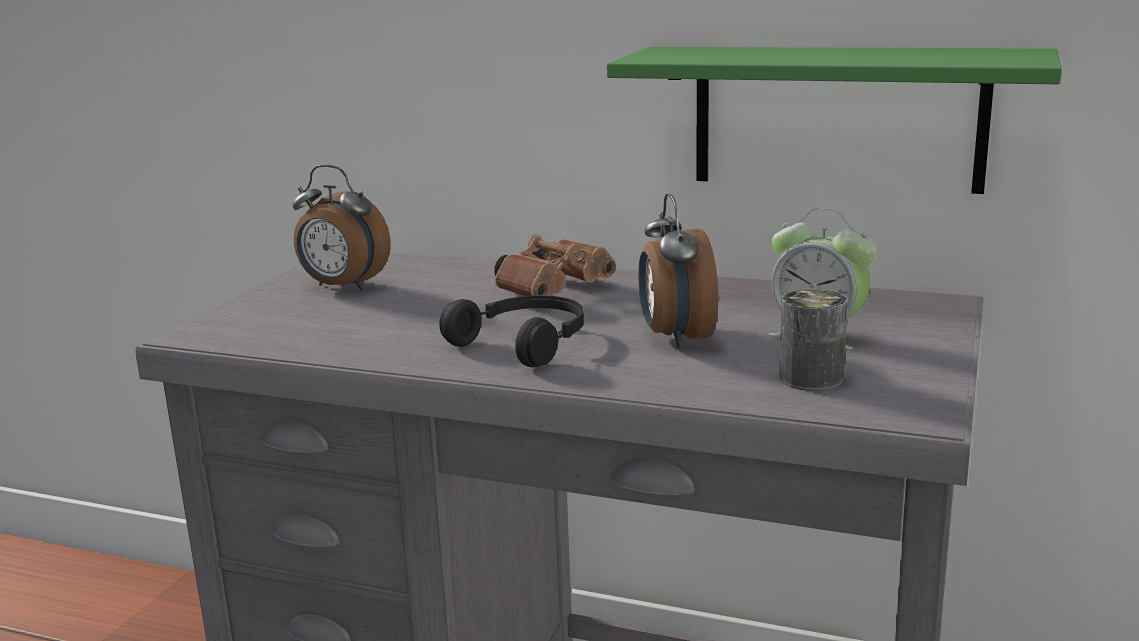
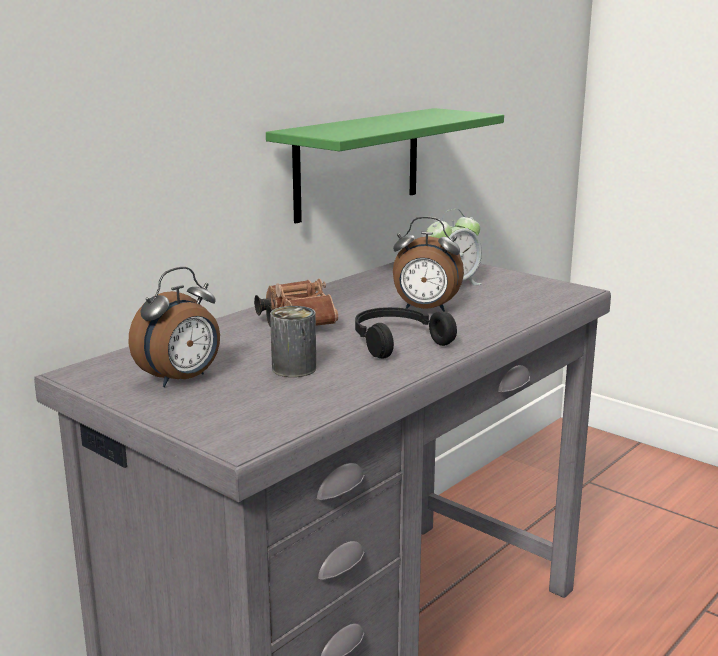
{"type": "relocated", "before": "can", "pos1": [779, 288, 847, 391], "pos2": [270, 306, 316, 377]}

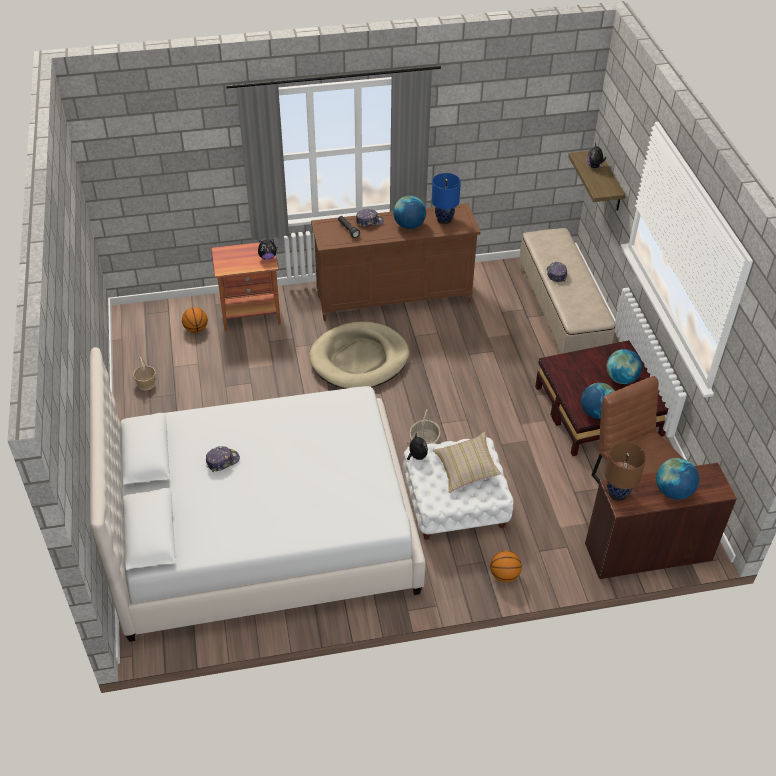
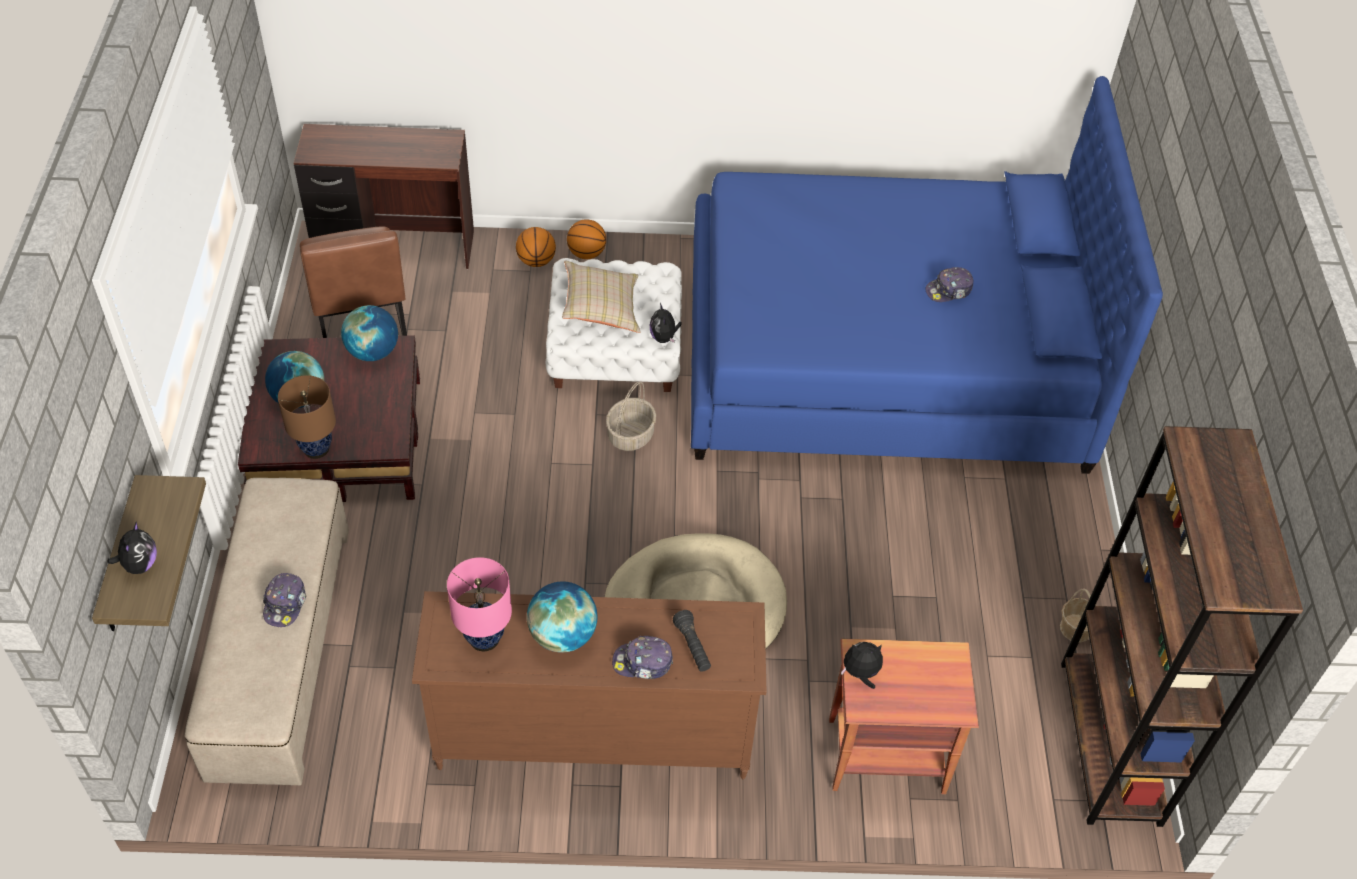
{"type": "colour", "before": "table lamp (blue)", "after": "table lamp (pink)", "pos1": [432, 173, 461, 224], "pos2": [447, 557, 512, 651]}
{"type": "relocated", "before": "basketball", "pos1": [182, 307, 208, 333], "pos2": [516, 227, 556, 267]}
{"type": "colour", "before": "bed (white)", "after": "bed (blue)", "pos1": [90, 347, 425, 642], "pos2": [691, 76, 1163, 474]}
{"type": "relocated", "before": "table lamp (brown)", "pos1": [605, 442, 646, 501], "pos2": [278, 375, 336, 459]}
{"type": "missing", "before": "globe", "pos1": [656, 458, 699, 500]}
{"type": "appeared", "after": "bookcase (brown)", "pos2": [1061, 426, 1303, 827]}

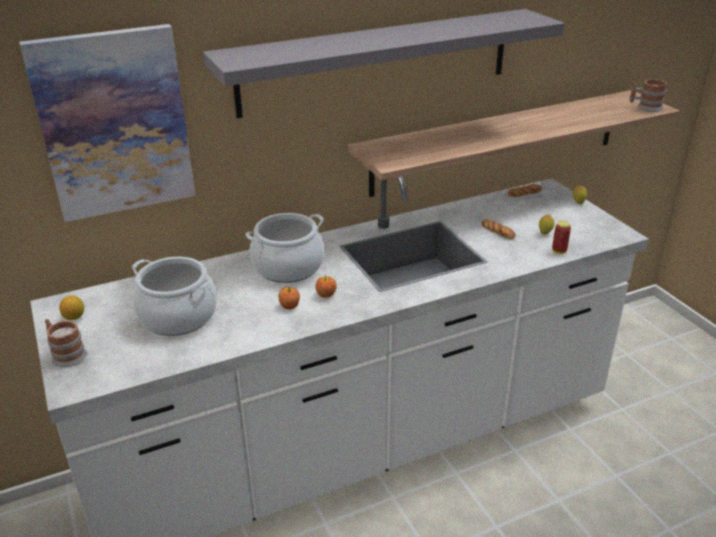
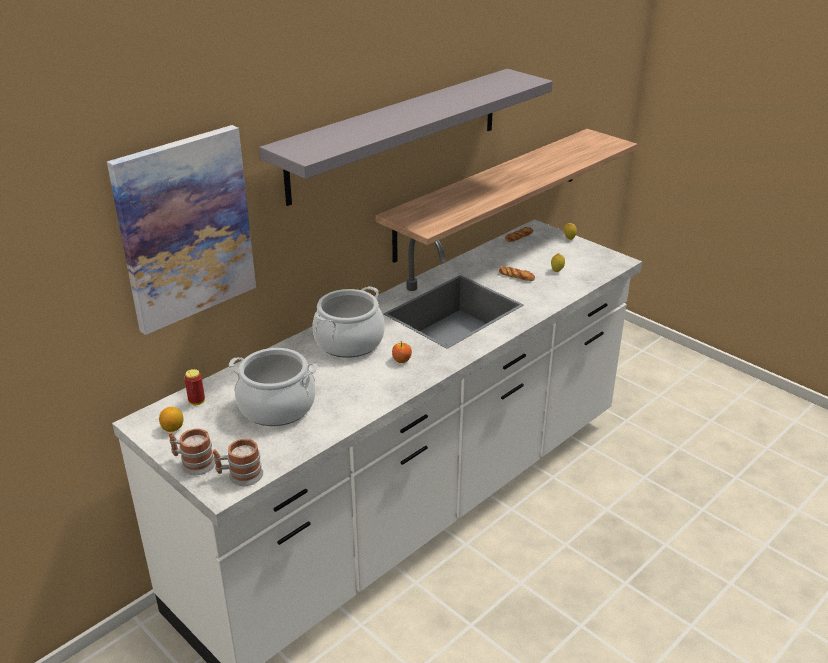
{"type": "relocated", "before": "mug", "pos1": [629, 79, 667, 112], "pos2": [213, 439, 263, 486]}
{"type": "relocated", "before": "can", "pos1": [552, 221, 571, 254], "pos2": [184, 369, 205, 405]}
{"type": "missing", "before": "apple", "pos1": [278, 287, 300, 309]}

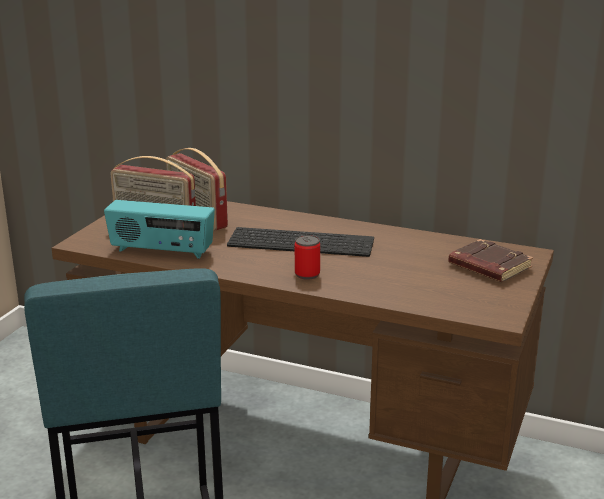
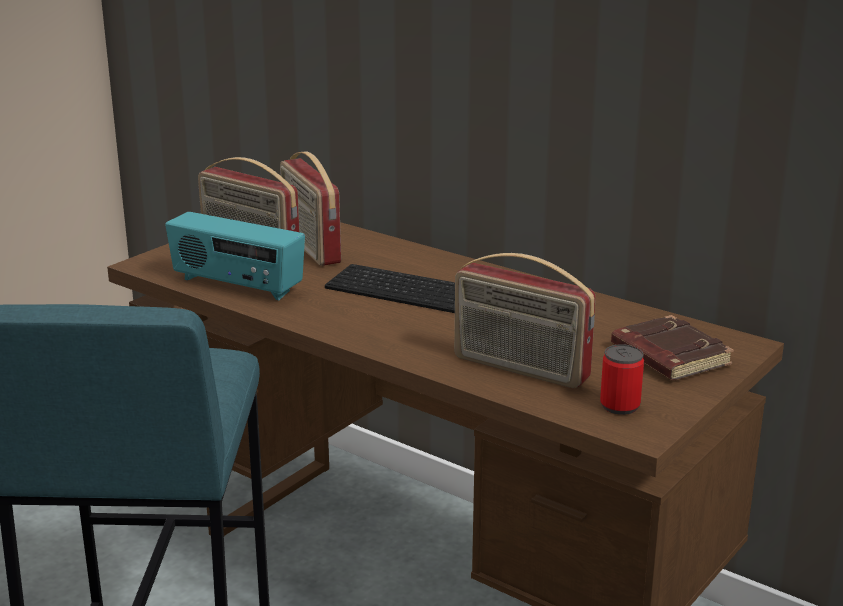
{"type": "relocated", "before": "can", "pos1": [295, 235, 320, 280], "pos2": [600, 344, 644, 415]}
{"type": "appeared", "after": "radio", "pos2": [454, 253, 596, 388]}

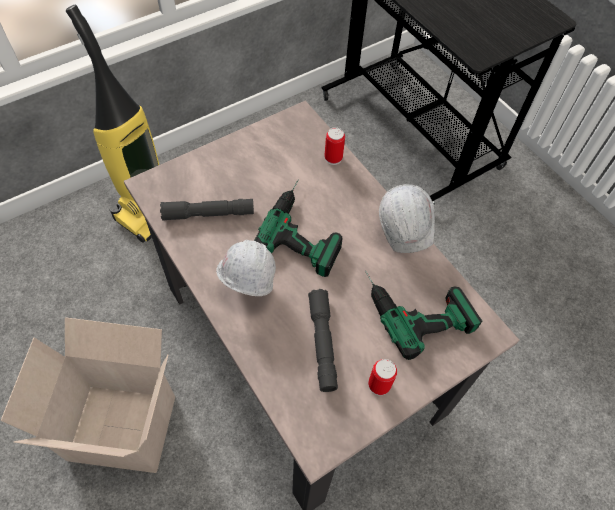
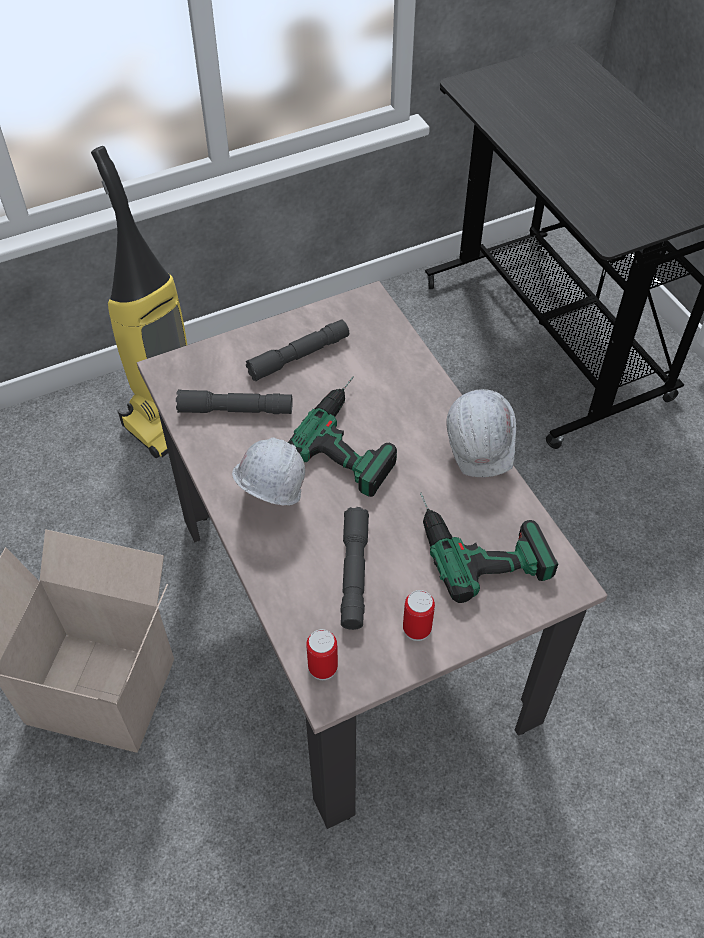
{"type": "relocated", "before": "can", "pos1": [324, 127, 345, 165], "pos2": [306, 629, 338, 680]}
{"type": "appeared", "after": "flashlight (grey)", "pos2": [246, 319, 349, 381]}

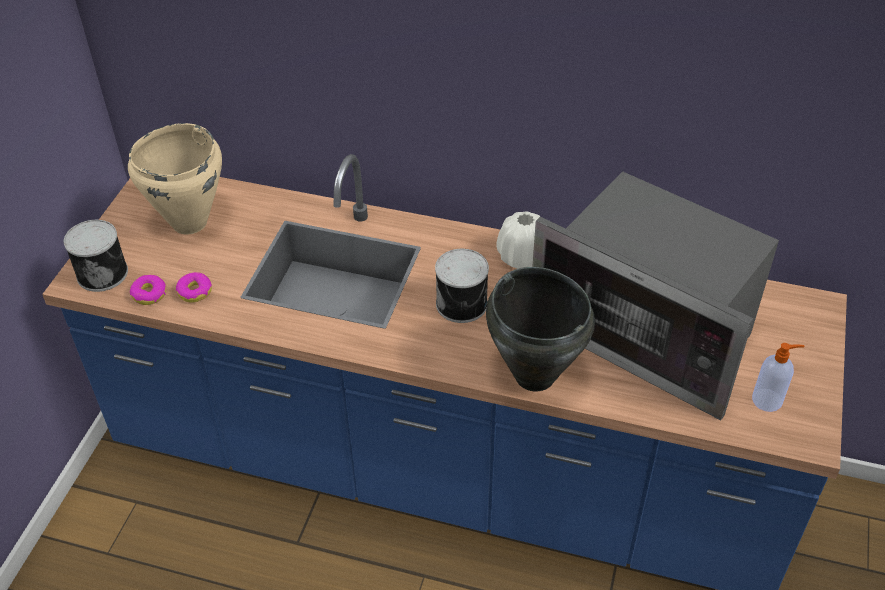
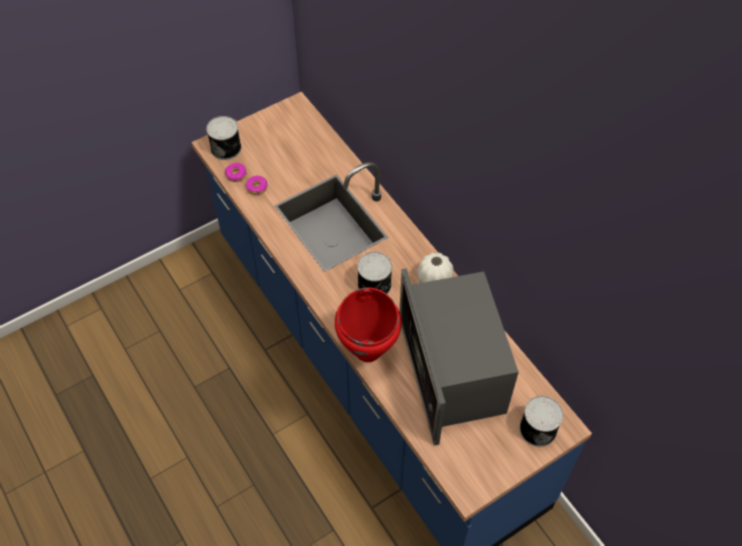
{"type": "missing", "before": "cooking pot (beige)", "pos1": [128, 123, 222, 235]}
{"type": "colour", "before": "cooking pot (black)", "after": "cooking pot (red)", "pos1": [486, 267, 595, 392], "pos2": [335, 287, 402, 362]}
{"type": "missing", "before": "soap dispenser", "pos1": [752, 343, 804, 412]}
{"type": "appeared", "after": "can", "pos2": [519, 396, 563, 447]}

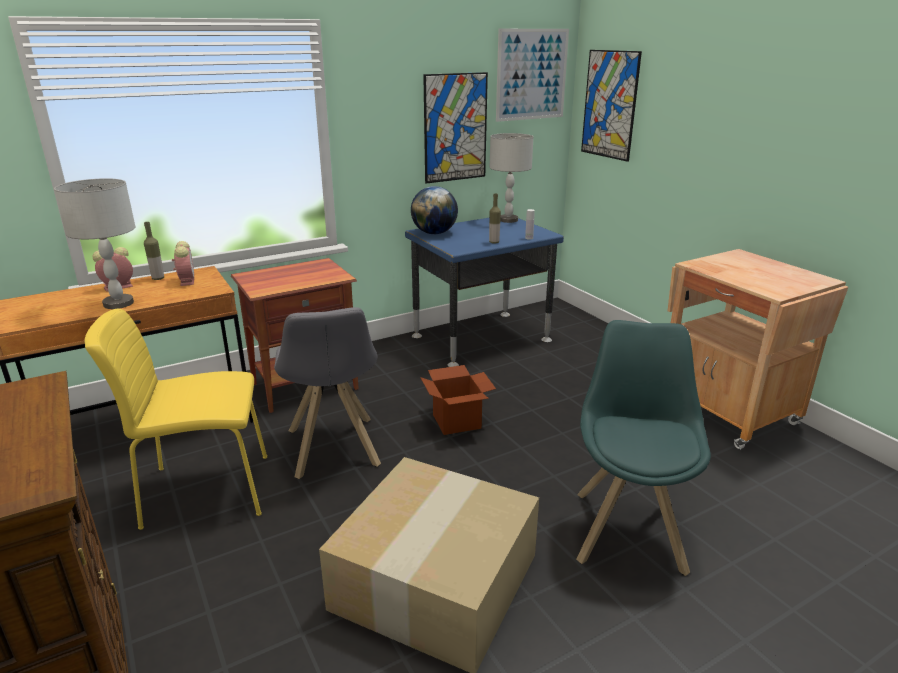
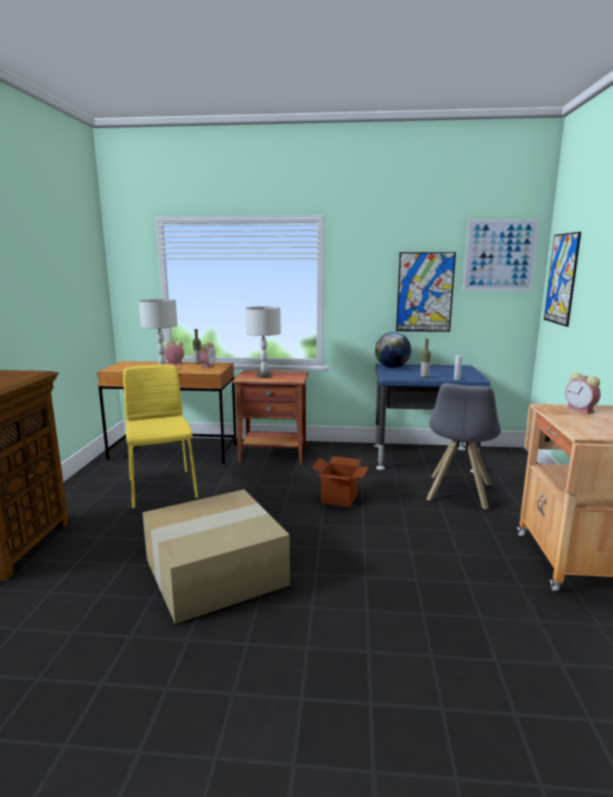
{"type": "relocated", "before": "table lamp (grey)", "pos1": [489, 133, 533, 223], "pos2": [245, 306, 281, 378]}
{"type": "relocated", "before": "chair (grey)", "pos1": [274, 307, 381, 479], "pos2": [426, 383, 501, 510]}
{"type": "spun", "before": "chair (yellow)", "pos1": [85, 309, 267, 530], "pos2": [123, 364, 198, 508], "turn": 45}
{"type": "missing", "before": "chair (turquoise)", "pos1": [576, 320, 711, 576]}
{"type": "appeared", "after": "alarm clock", "pos2": [565, 373, 601, 414]}

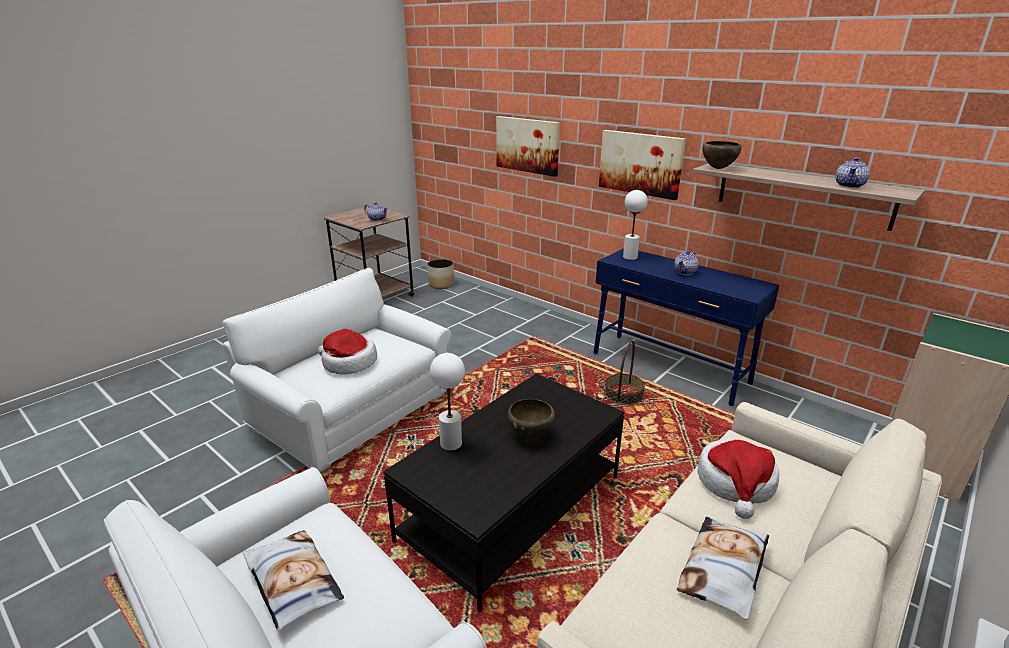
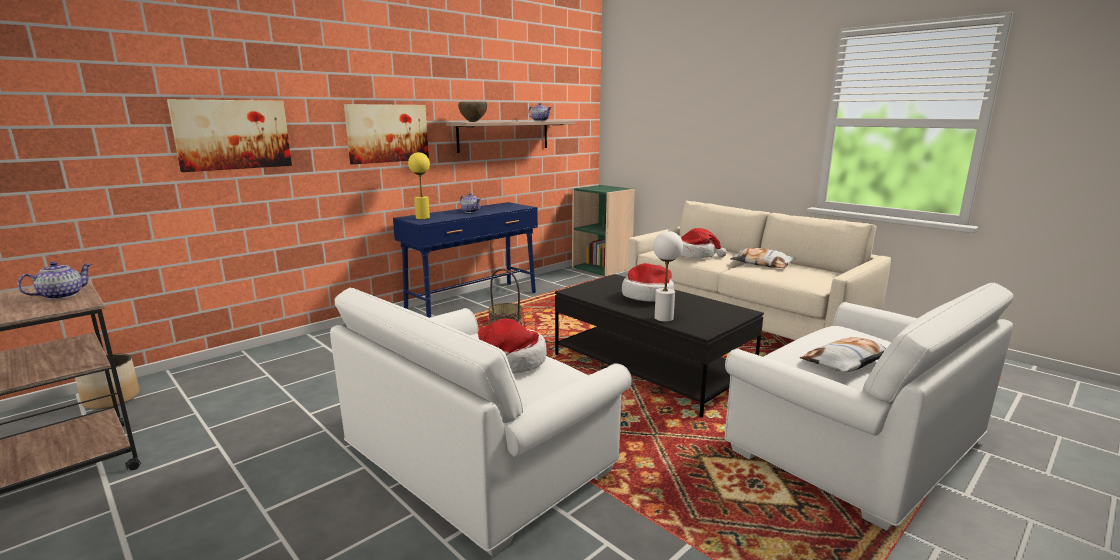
{"type": "colour", "before": "table lamp (white)", "after": "table lamp (yellow)", "pos1": [623, 190, 648, 260], "pos2": [408, 152, 430, 219]}
{"type": "exchanged", "before": "bowl (brown)", "after": "hat", "pos1": [508, 399, 555, 439], "pos2": [622, 263, 674, 302]}

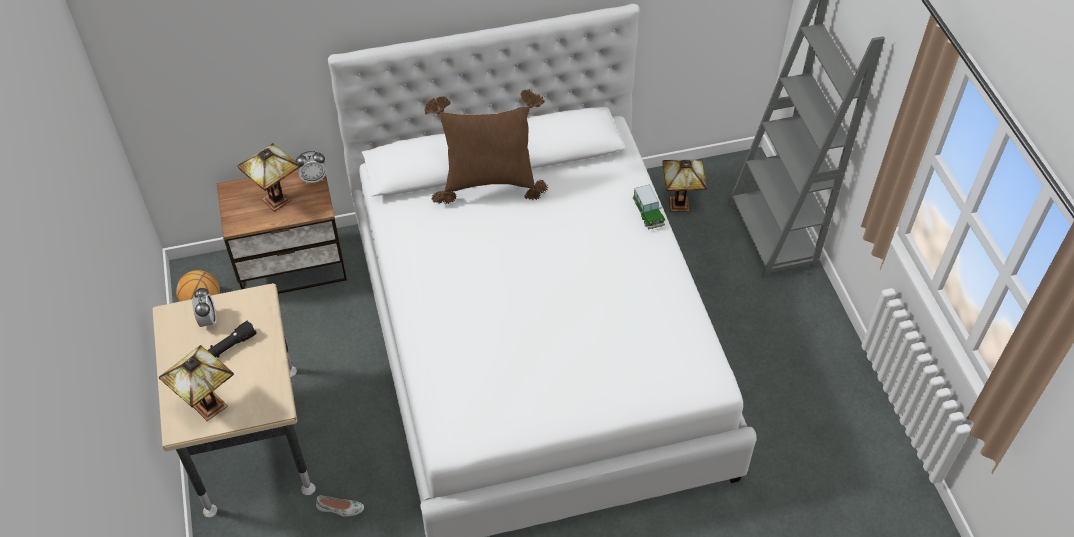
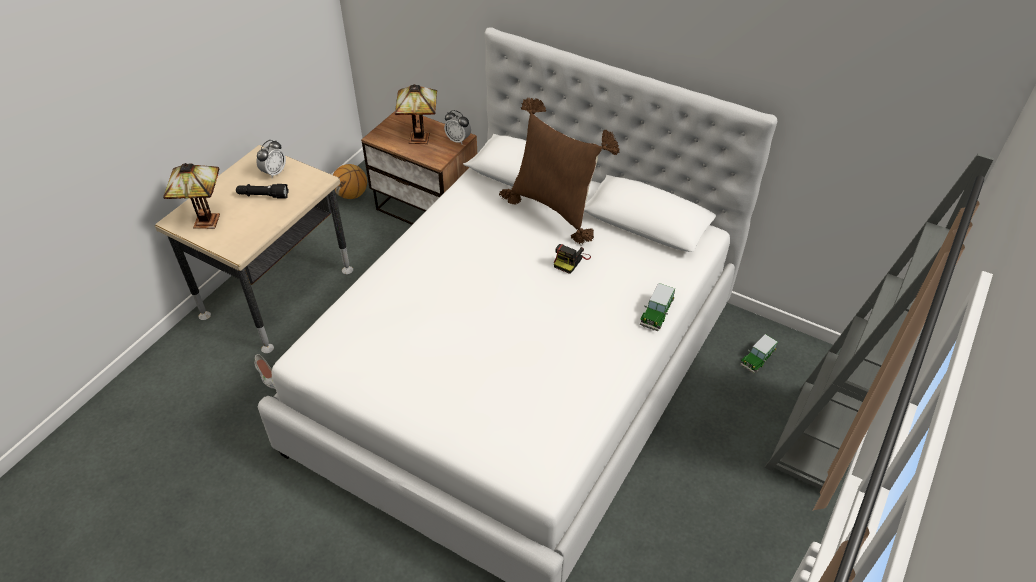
{"type": "exchanged", "before": "table lamp", "after": "toy car", "pos1": [662, 159, 707, 212], "pos2": [740, 334, 778, 374]}
{"type": "appeared", "after": "photo camera", "pos2": [554, 244, 591, 274]}

